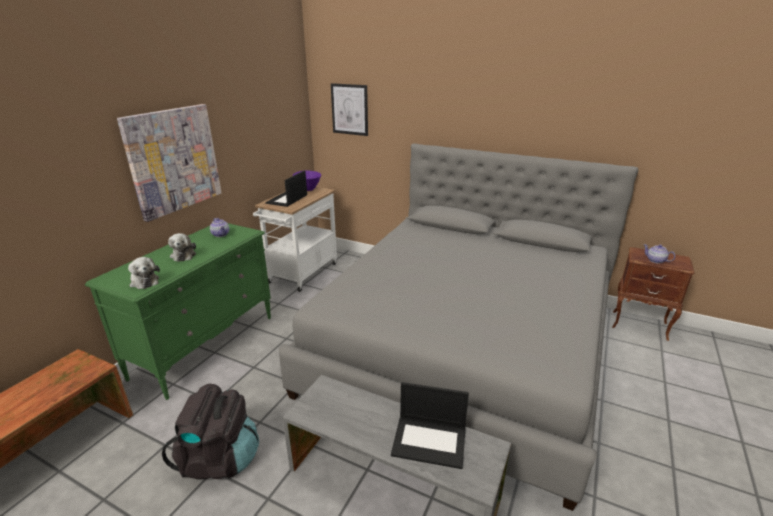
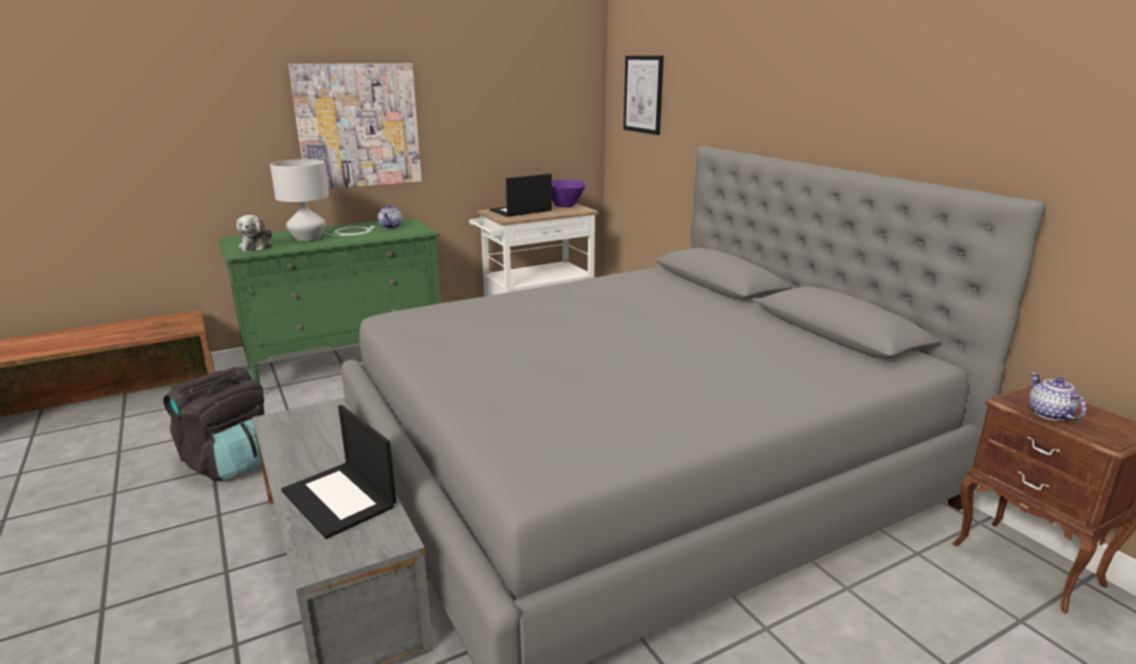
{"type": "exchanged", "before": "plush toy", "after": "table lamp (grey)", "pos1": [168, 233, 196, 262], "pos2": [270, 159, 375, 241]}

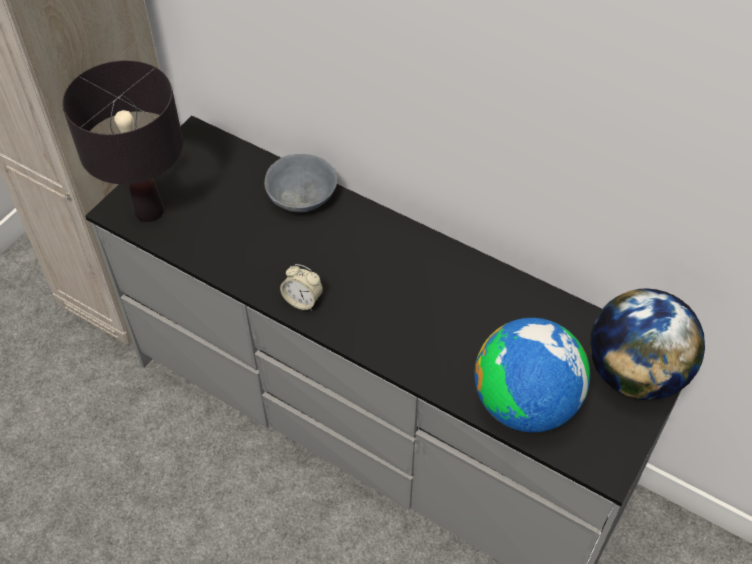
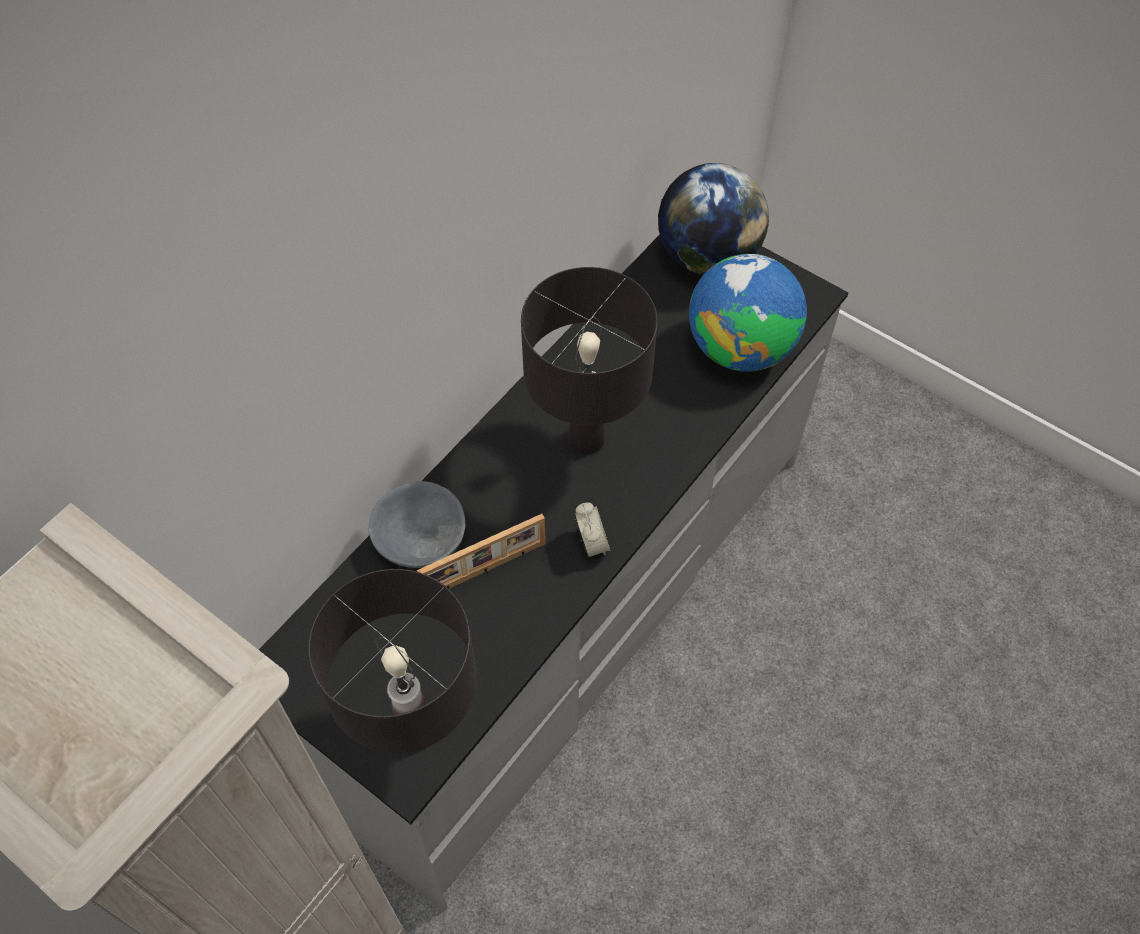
{"type": "spun", "before": "alarm clock", "pos1": [280, 264, 323, 311], "pos2": [574, 502, 611, 557], "turn": -45}
{"type": "appeared", "after": "table lamp (black)", "pos2": [521, 267, 658, 454]}
{"type": "appeared", "after": "picture frame", "pos2": [417, 514, 546, 589]}

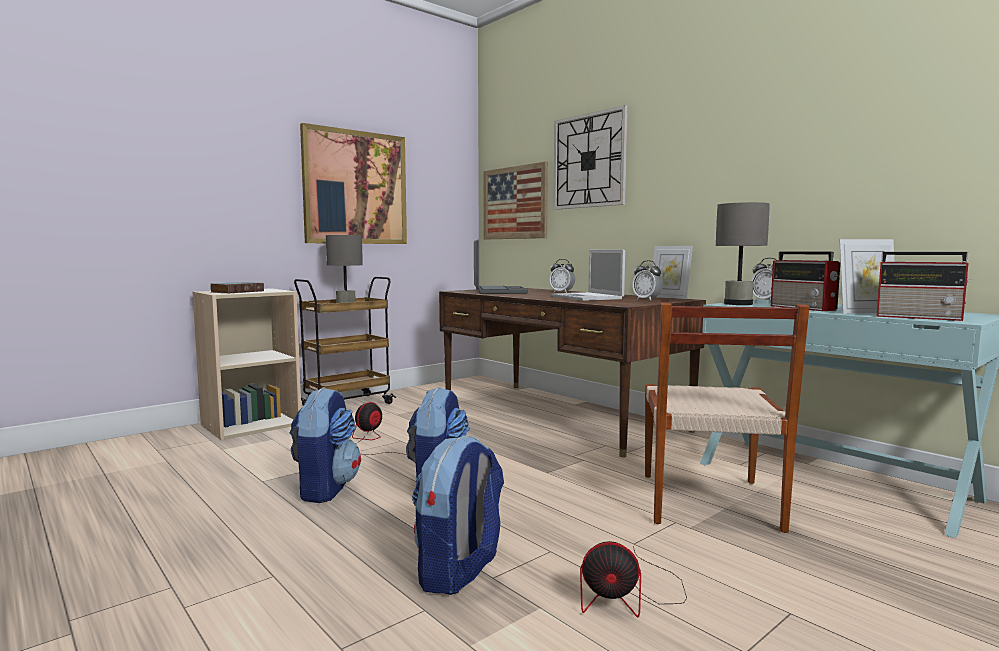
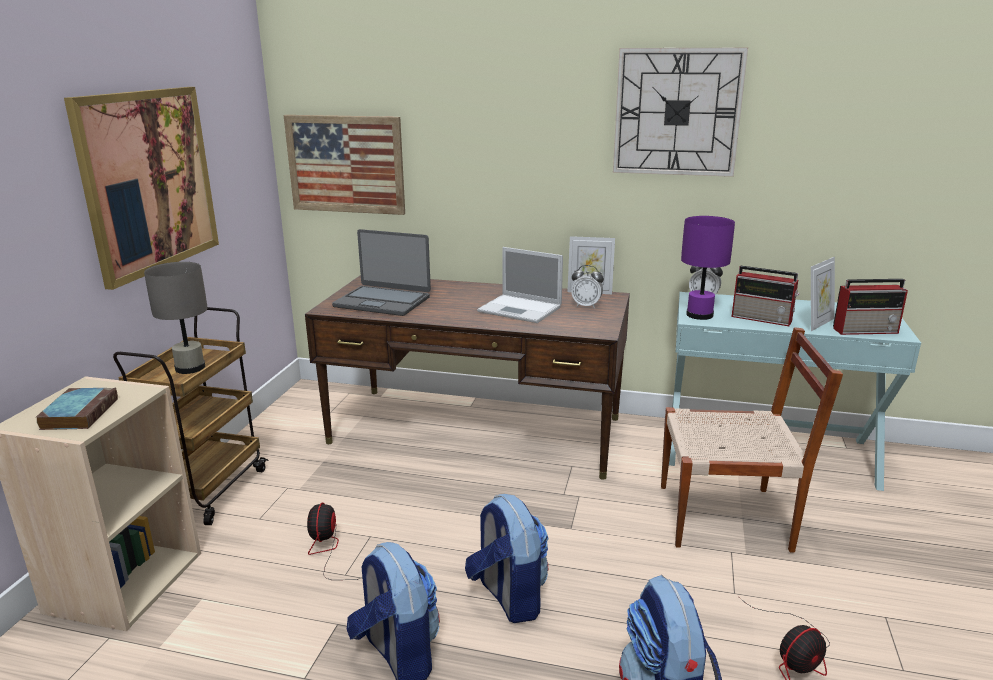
{"type": "relocated", "before": "wall clock", "pos1": [553, 105, 628, 210], "pos2": [613, 48, 748, 177]}
{"type": "colour", "before": "table lamp (grey)", "after": "table lamp (purple)", "pos1": [716, 202, 770, 305], "pos2": [681, 216, 735, 320]}
{"type": "spun", "before": "laptop", "pos1": [474, 239, 528, 294], "pos2": [332, 229, 431, 316], "turn": 150}
{"type": "missing", "before": "alarm clock", "pos1": [550, 259, 575, 293]}
{"type": "spun", "before": "chair", "pos1": [645, 302, 809, 533], "pos2": [661, 327, 843, 553], "turn": -60}

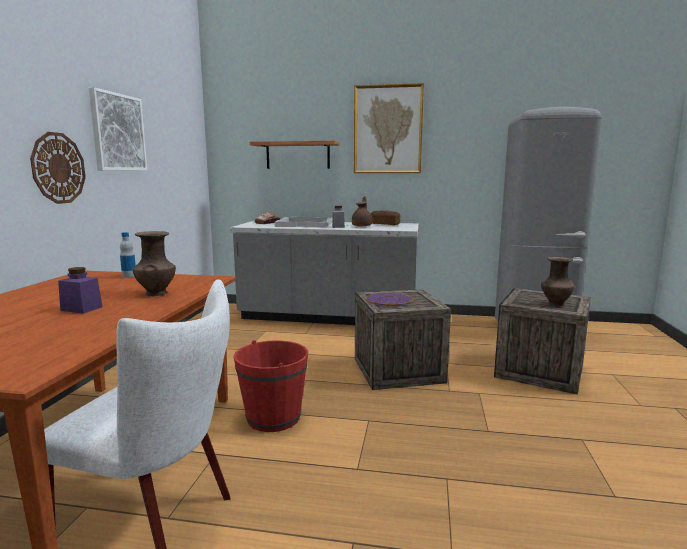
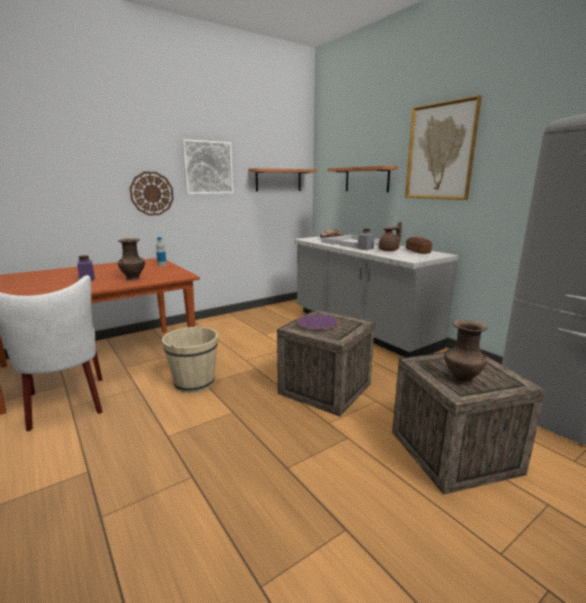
{"type": "colour", "before": "bucket (red)", "after": "bucket (beige)", "pos1": [233, 340, 308, 432], "pos2": [162, 325, 218, 393]}
{"type": "appeared", "after": "shelf", "pos2": [248, 168, 317, 192]}

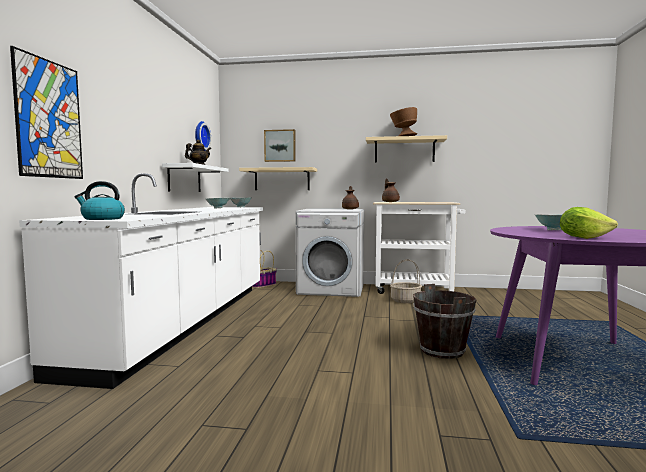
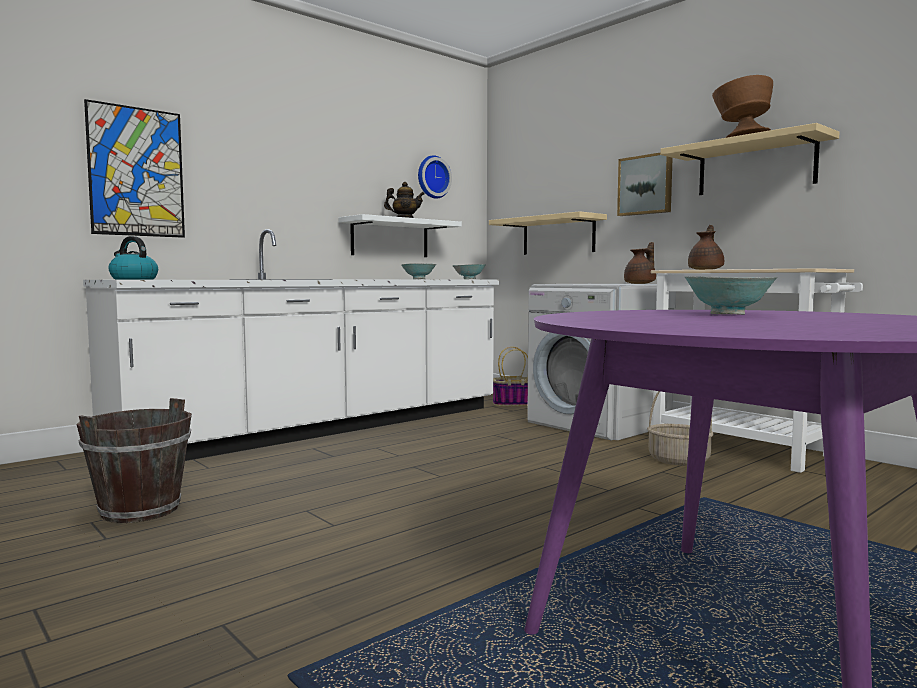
{"type": "relocated", "before": "picture", "pos1": [264, 129, 296, 162], "pos2": [617, 153, 673, 216]}
{"type": "missing", "before": "lettuce", "pos1": [560, 207, 618, 239]}
{"type": "relocated", "before": "bucket (brown)", "pos1": [413, 284, 476, 359], "pos2": [76, 398, 192, 523]}

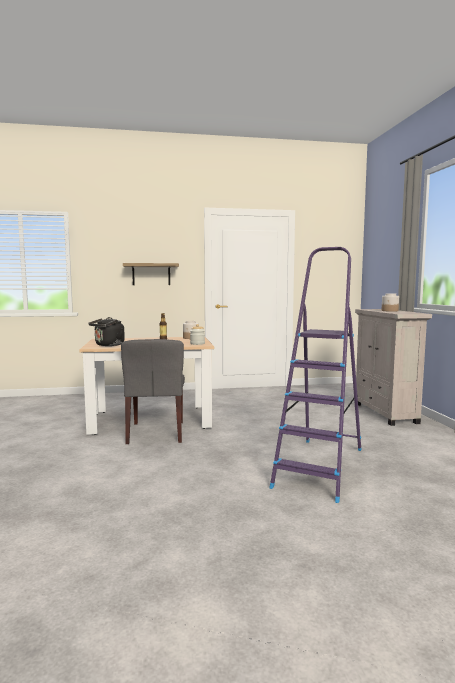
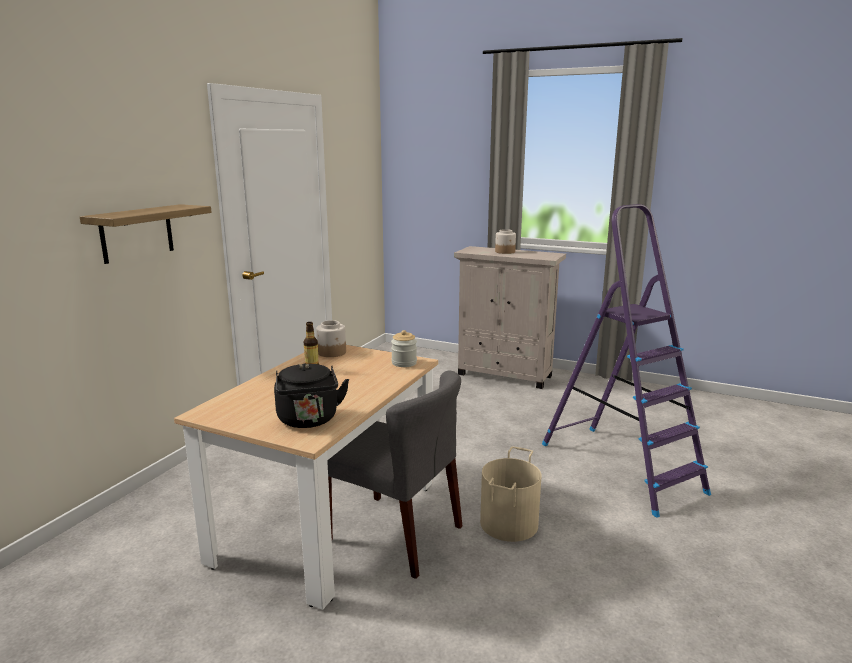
{"type": "appeared", "after": "bucket (beige)", "pos2": [480, 446, 541, 542]}

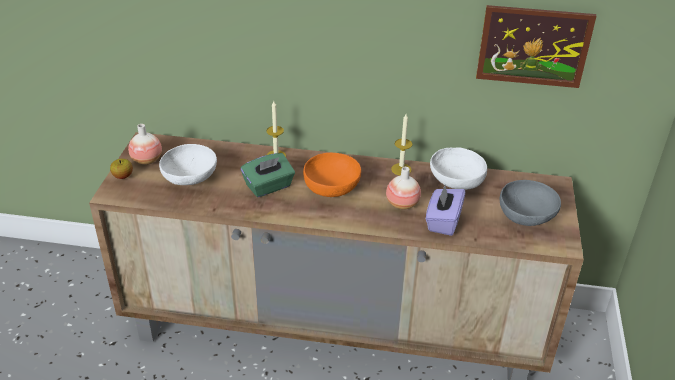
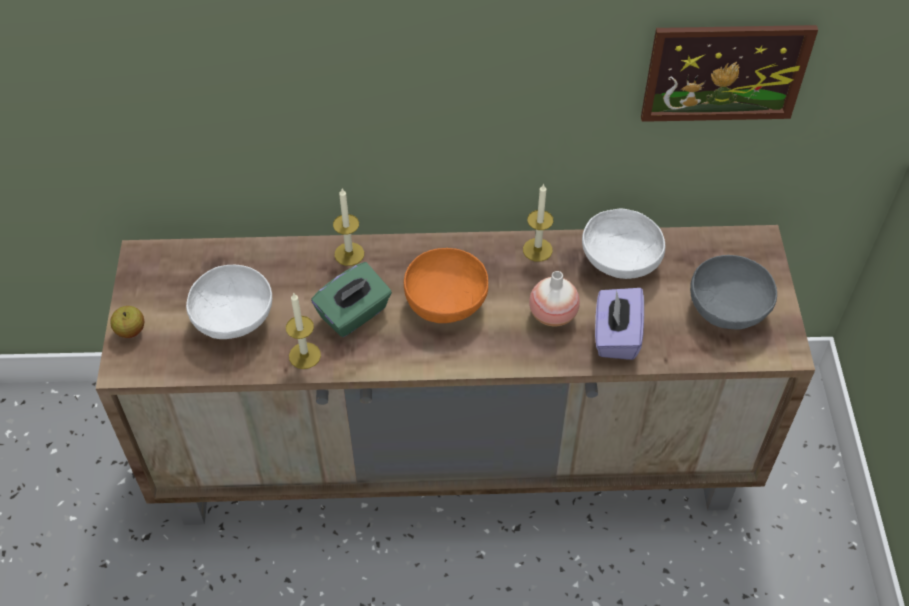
{"type": "missing", "before": "vase", "pos1": [128, 124, 162, 165]}
{"type": "appeared", "after": "candle", "pos2": [286, 292, 321, 369]}

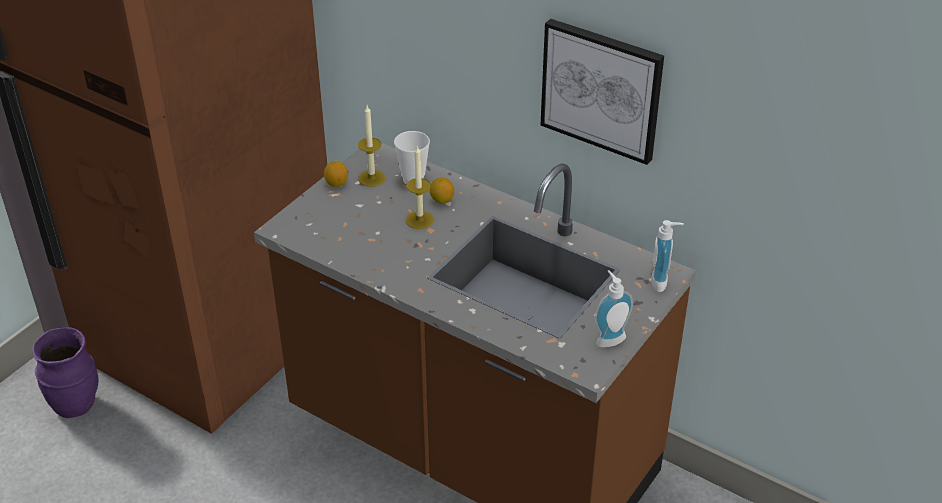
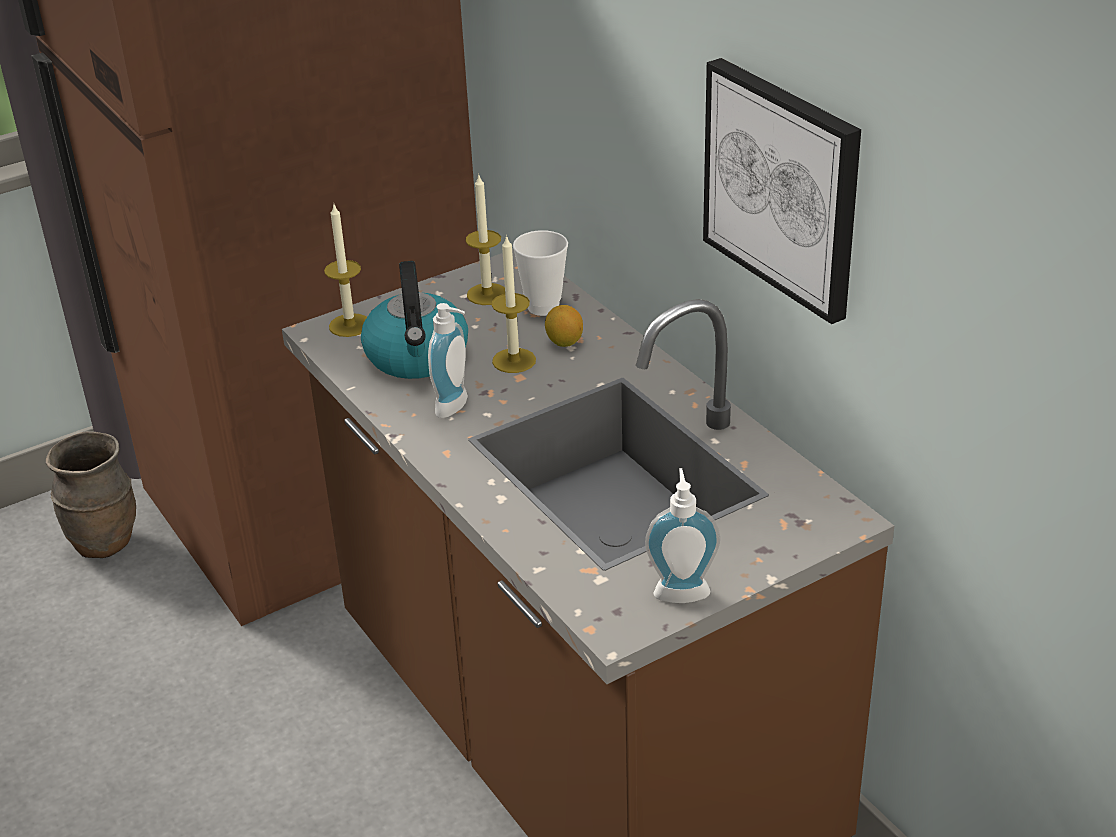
{"type": "missing", "before": "lemon", "pos1": [324, 161, 348, 187]}
{"type": "relocated", "before": "soap dispenser", "pos1": [651, 220, 684, 292], "pos2": [428, 303, 468, 418]}
{"type": "colour", "before": "vase (purple)", "after": "vase (brown)", "pos1": [32, 327, 99, 418], "pos2": [46, 431, 136, 558]}
{"type": "appeared", "after": "candle", "pos2": [324, 205, 367, 337]}
{"type": "appeared", "after": "kettle", "pos2": [361, 261, 468, 379]}

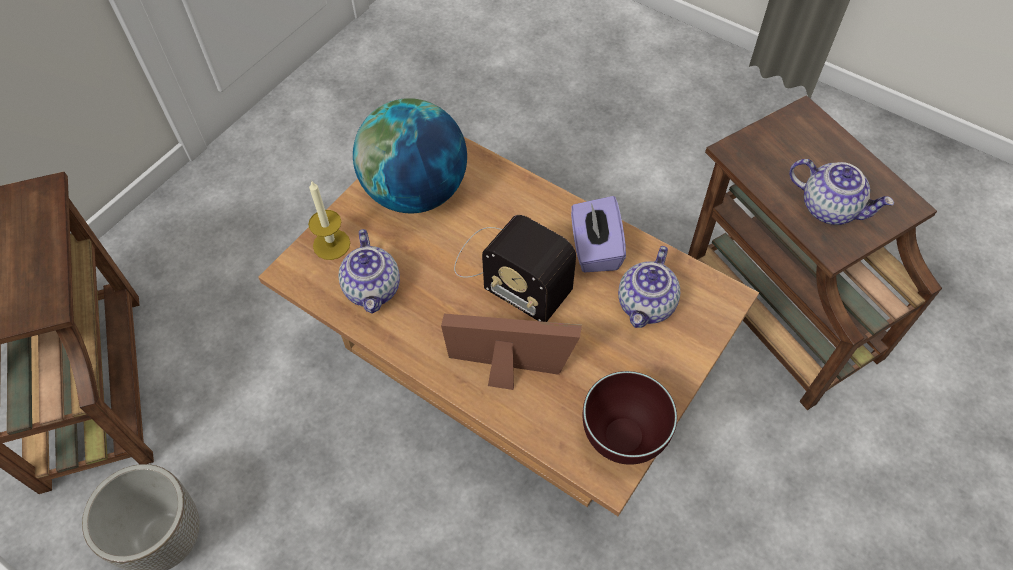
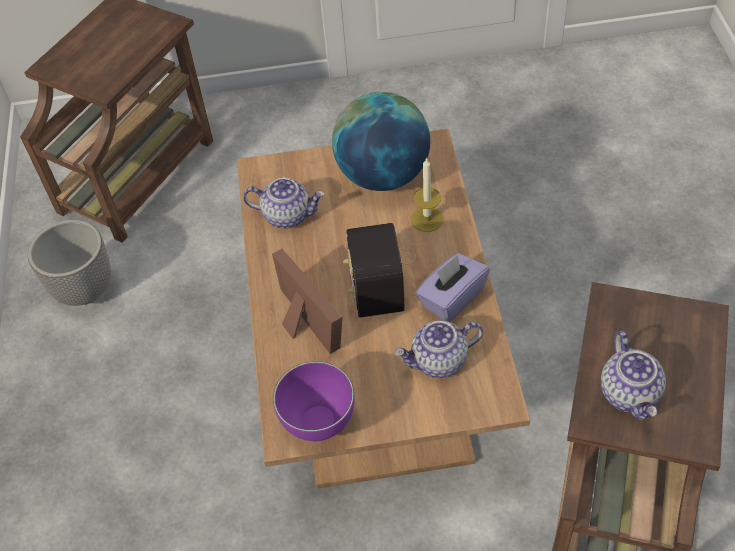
{"type": "relocated", "before": "candle", "pos1": [308, 180, 350, 260], "pos2": [411, 157, 443, 232]}
{"type": "spun", "before": "teapot", "pos1": [339, 229, 400, 314], "pos2": [243, 178, 325, 228], "turn": -120}
{"type": "colour", "before": "bowl (brown)", "after": "bowl (purple)", "pos1": [583, 371, 677, 465], "pos2": [273, 361, 355, 441]}

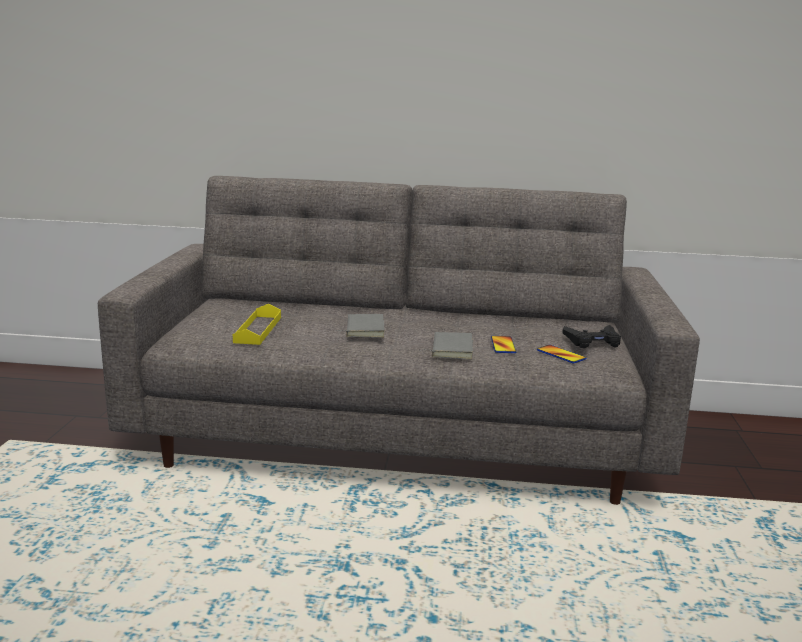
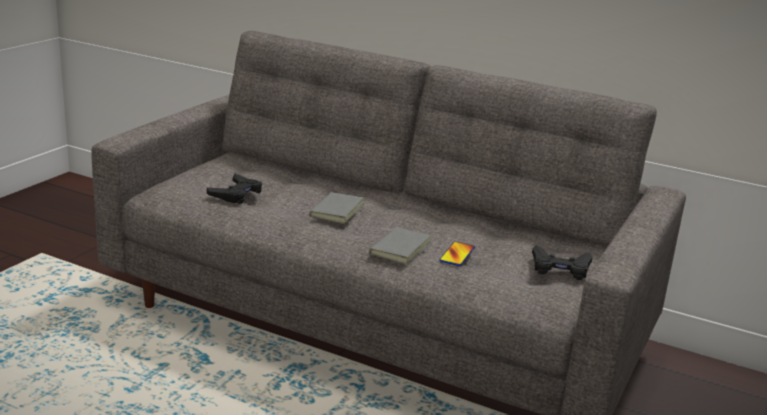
{"type": "exchanged", "before": "tray (yellow)", "after": "game controller (black)", "pos1": [233, 304, 281, 345], "pos2": [207, 174, 262, 204]}
{"type": "missing", "before": "phone", "pos1": [537, 345, 586, 363]}

